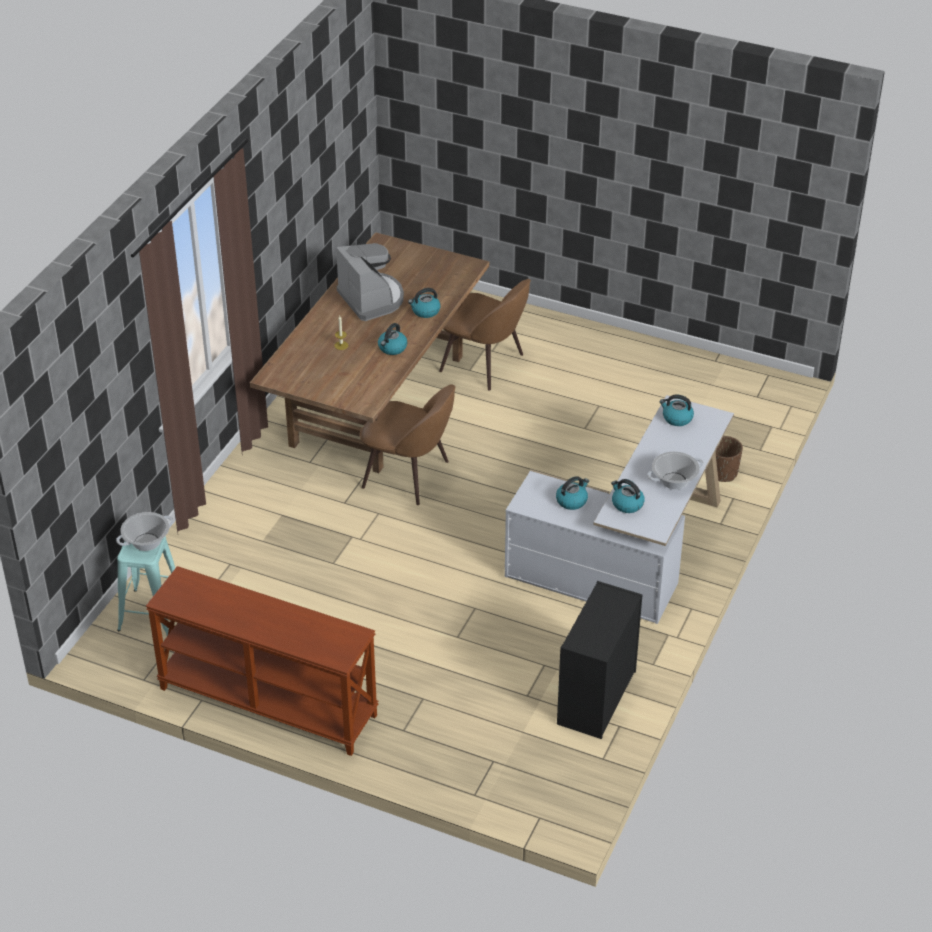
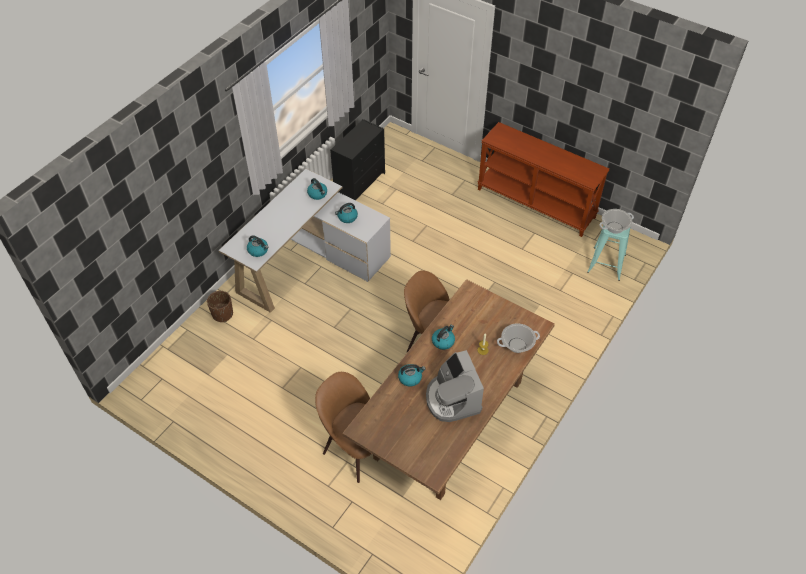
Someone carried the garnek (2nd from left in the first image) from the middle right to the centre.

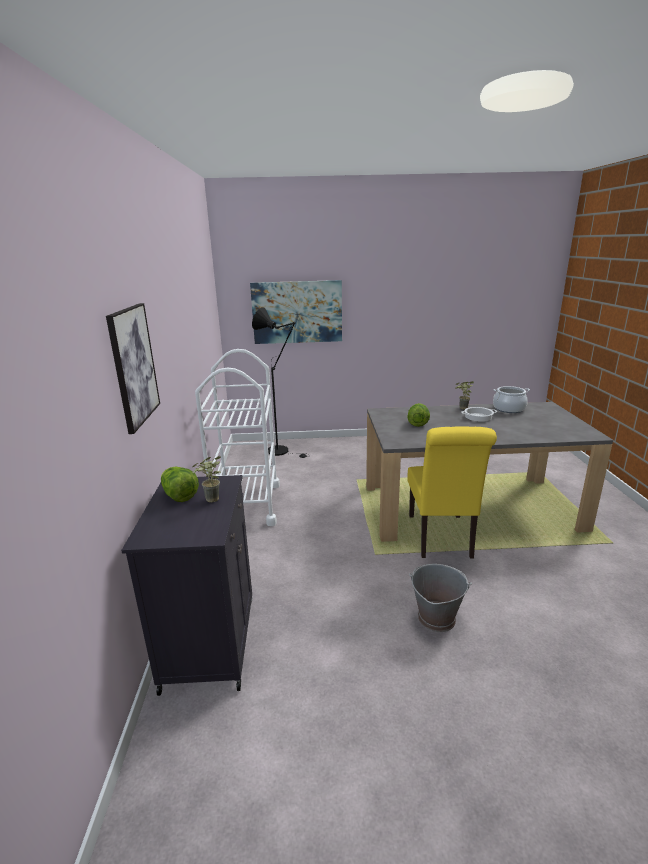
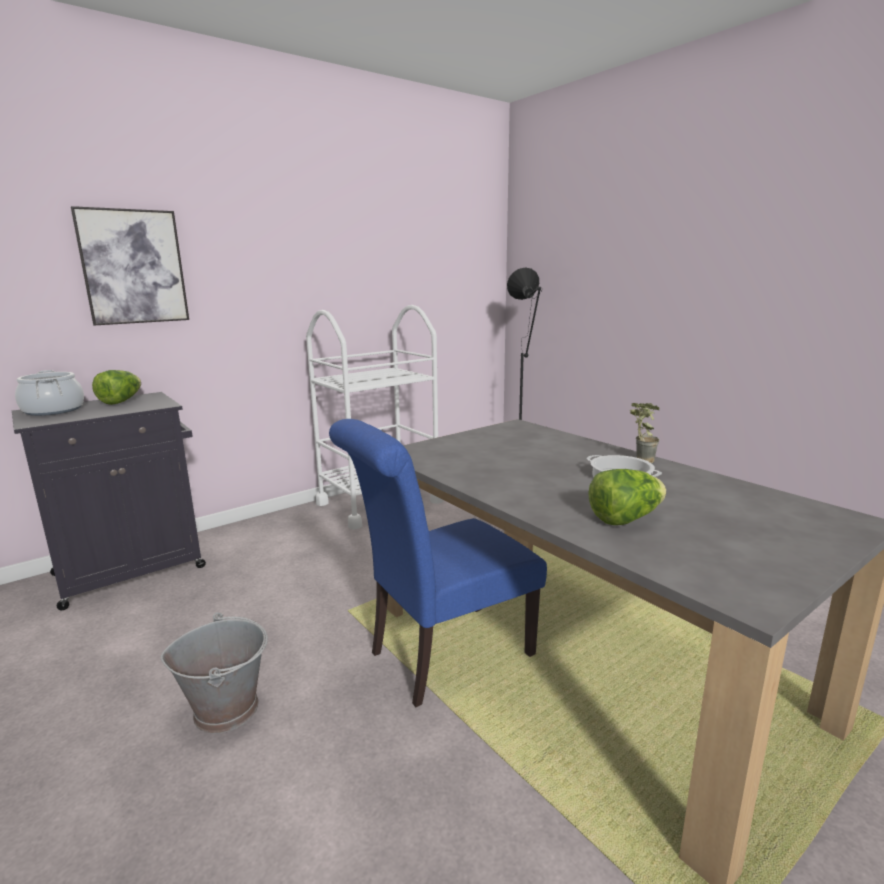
Someone took away the roślina doniczkowa (1st from left) at the middle left. Someone took away the obraz (2nd from left) at the centre. Someone carried the sałata (2nd from left) from the centre to the middle right. Someone carried the garnek (2nd from left in the first image) from the middle right to the middle left. Someone repainted the krzesło (żółty) at the middle right, which became the krzesło (niebieski) at the centre.

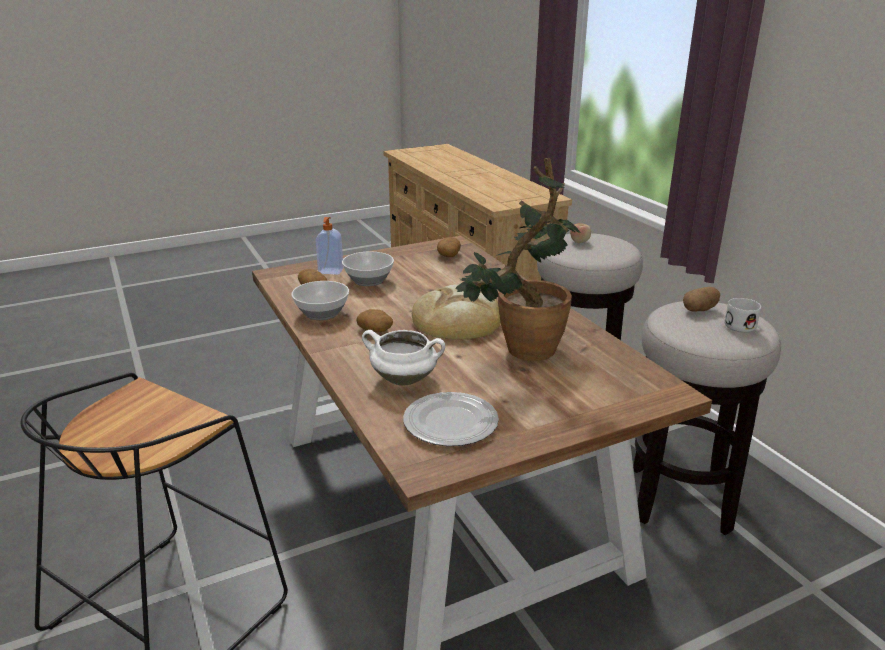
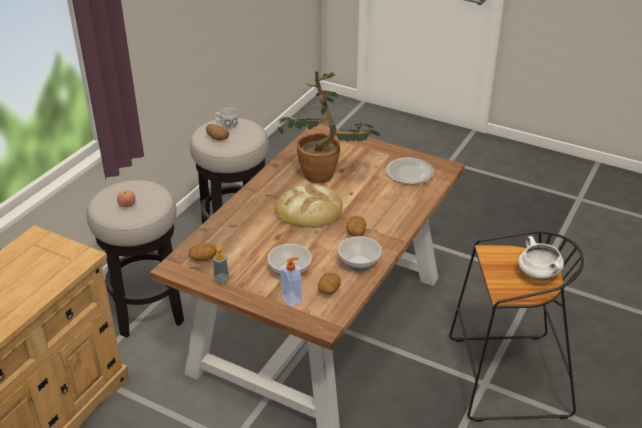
Someone put down the dozownik mydła (1st from left) at the centre. Someone carried the garnek (biały) from the centre to the middle right.

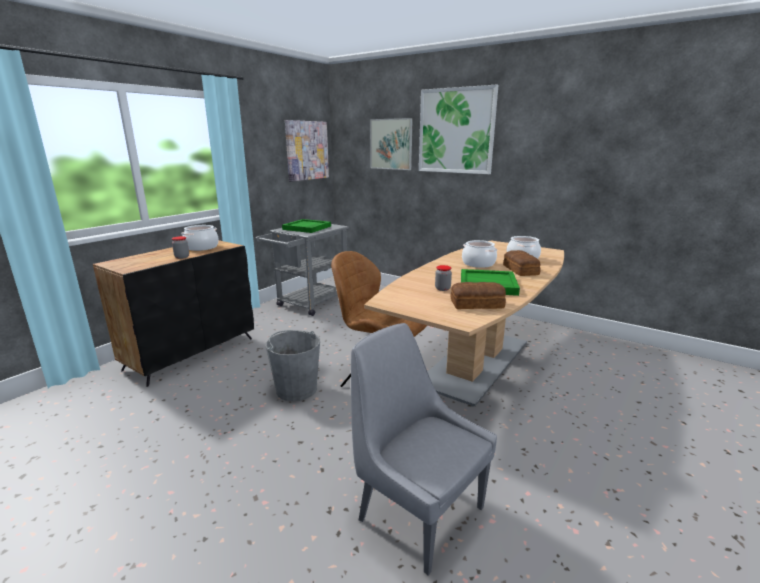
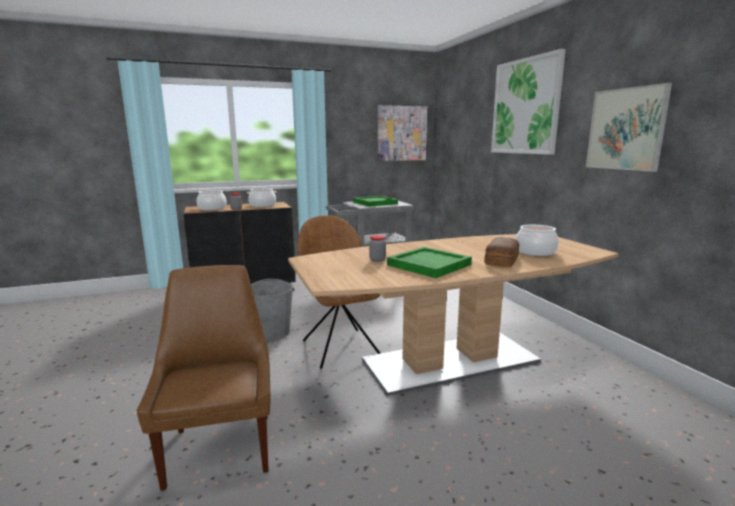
Someone took away the chleb (1st from left) at the centre. Someone carried the obraz (2nd from left in the first image) from the top centre to the top right. Someone carried the garnek (2nd from left in the first image) from the centre to the middle left. Someone repainted the krzesło (szary) at the bottom centre, which became the krzesło (brązowy) (1st from left) at the bottom left.

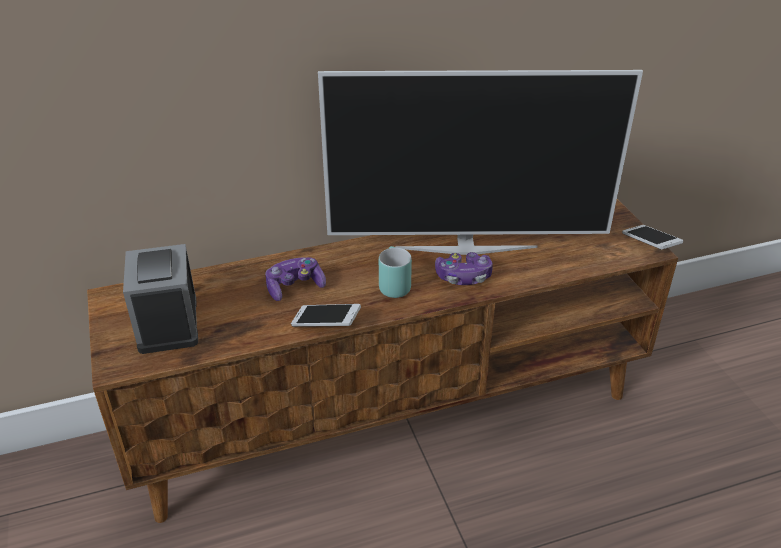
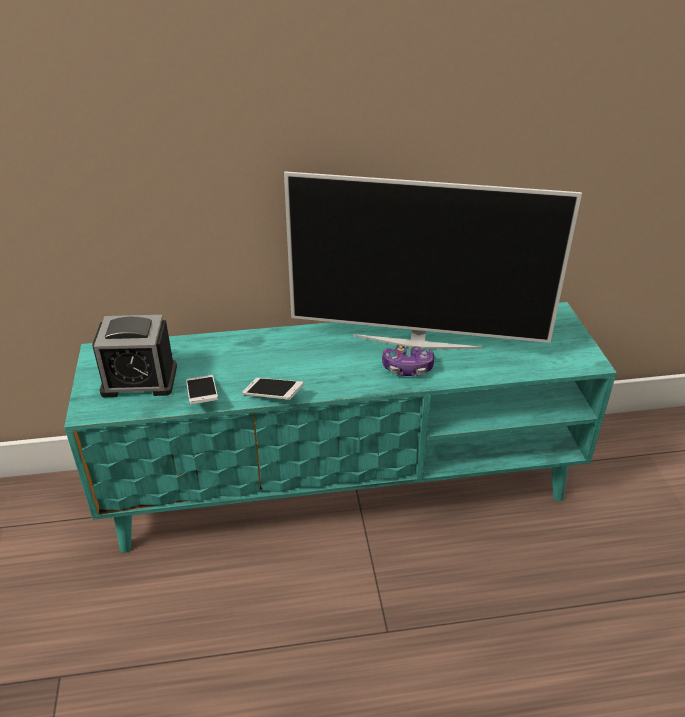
Someone took away the pad do gier (1st from left) at the centre. Someone took away the kubek (turkusowy) at the centre. Someone carried the telefon (2nd from left in the first image) from the middle right to the middle left. Someone repainted the szafka pod telewizor (brązowy) at the centre, which became the szafka pod telewizor (turkusowy) at the centre. Someone rotated the budzik at the middle left by 90 degrees counterclockwise.

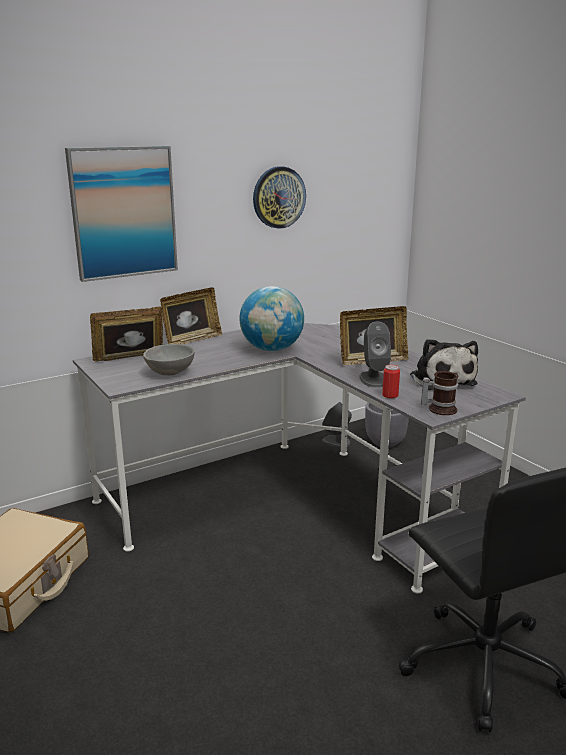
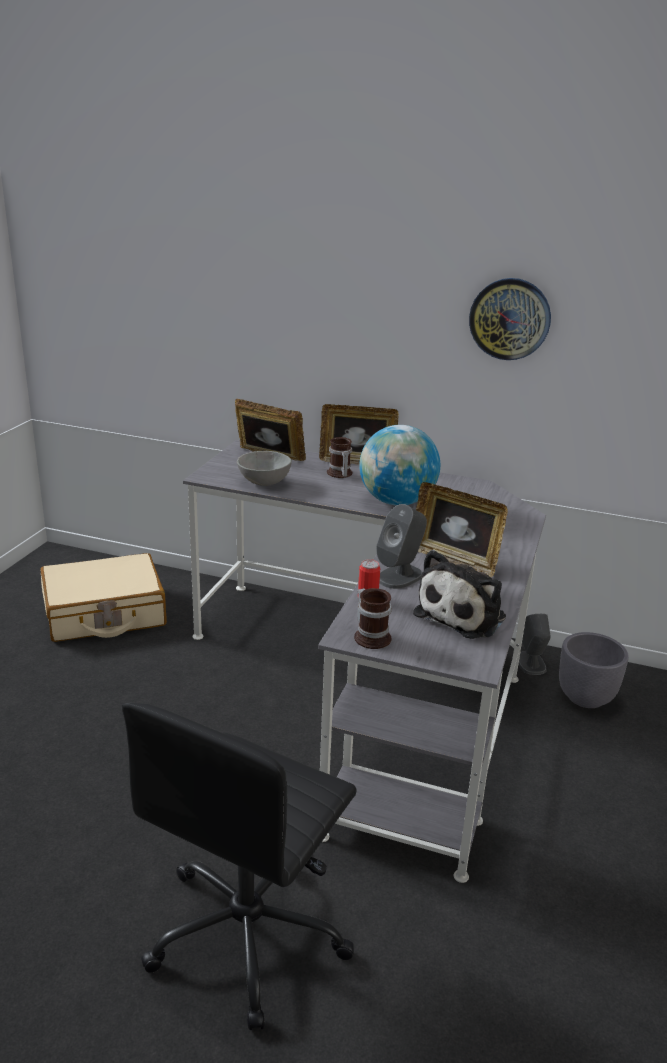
Someone took away the obraz at the top left. Someone put down the kubek (1st from left) at the centre.

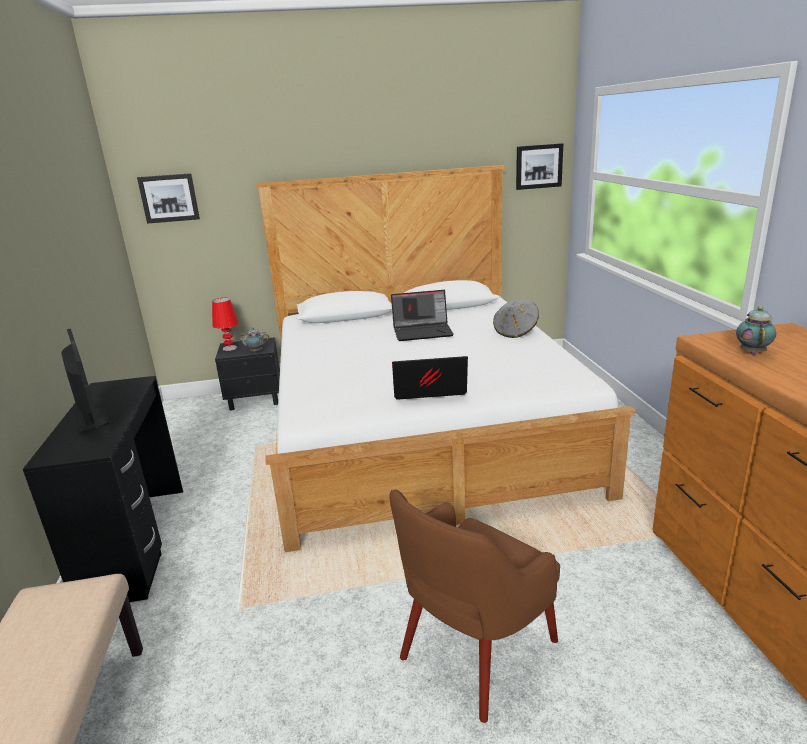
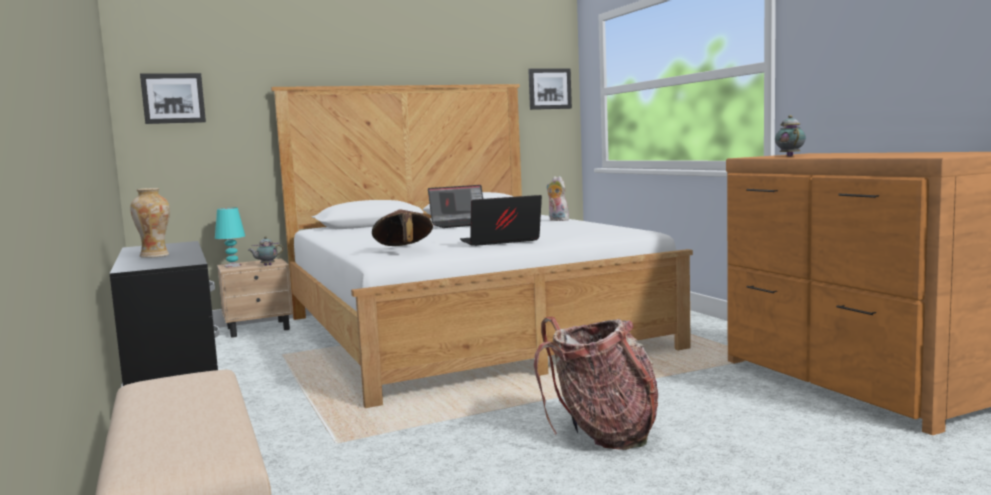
Someone put down the kapelusz (brązowy) at the centre. Someone swapped the monitor at the middle left for the wazon at the middle left. Someone swapped the fotel (brązowy) at the bottom centre for the plecak at the bottom centre. Someone swapped the kapelusz (szary) at the centre for the pluszak at the centre. Someone repainted the lampa stołowa (czerwony) at the middle left, which became the lampa stołowa (turkusowy) at the middle left. Someone repainted the szafka nocna (czarny) at the middle left, which became the szafka nocna (beżowy) at the middle left.

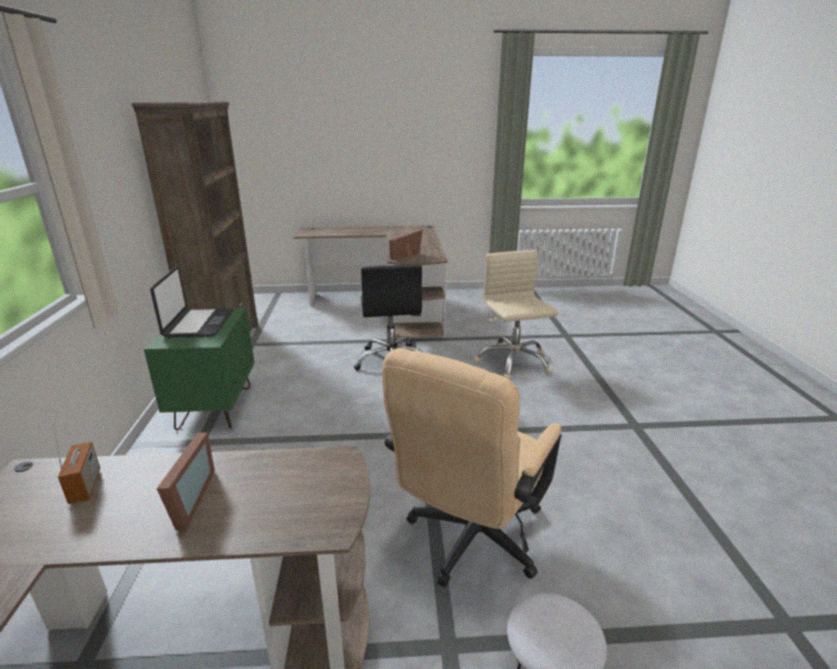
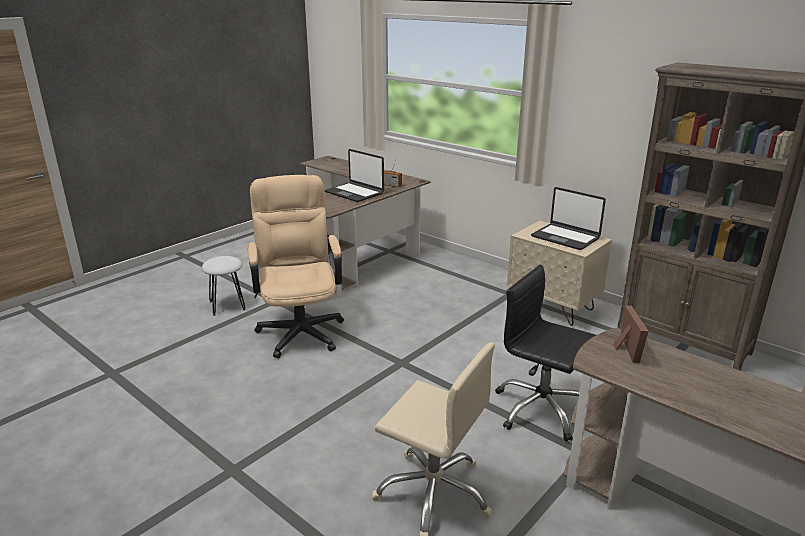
Someone swapped the ramka na zdjęcie (1st from left) at the bottom left for the laptop (1st from left) at the top centre. Someone repainted the szafka nocna (zielony) at the middle left, which became the szafka nocna (beżowy) at the middle right.

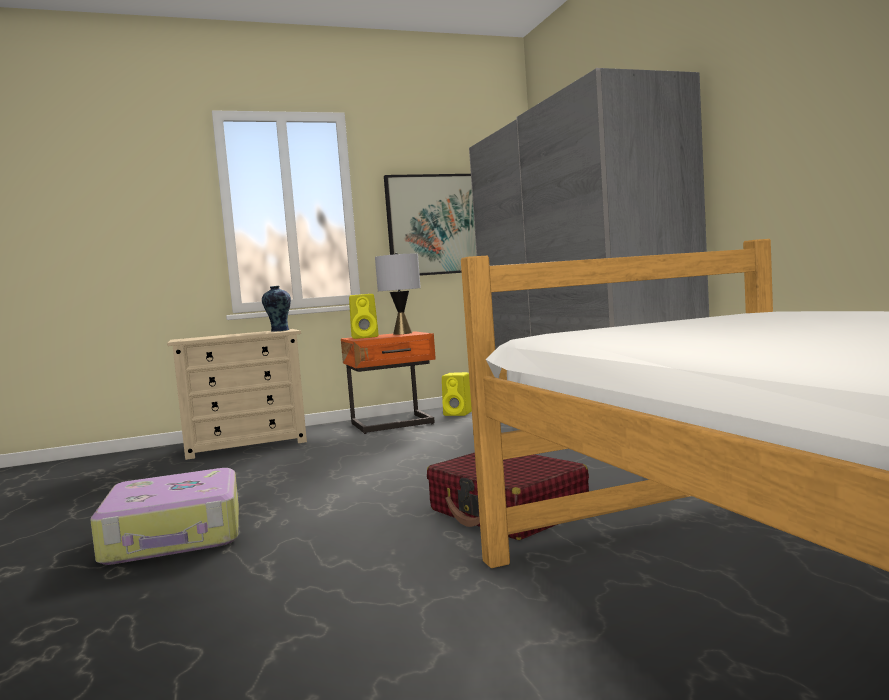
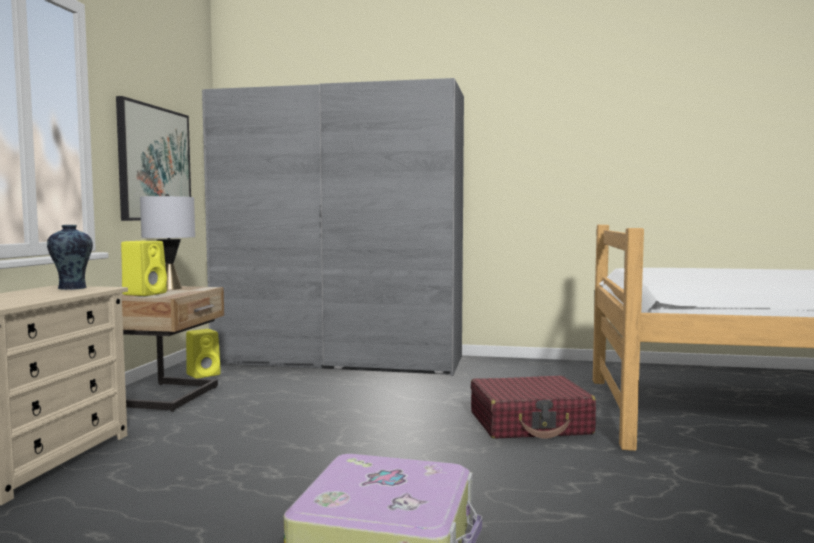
Someone repainted the szafka nocna (pomarańczowy) at the centre, which became the szafka nocna (beżowy) at the middle left.

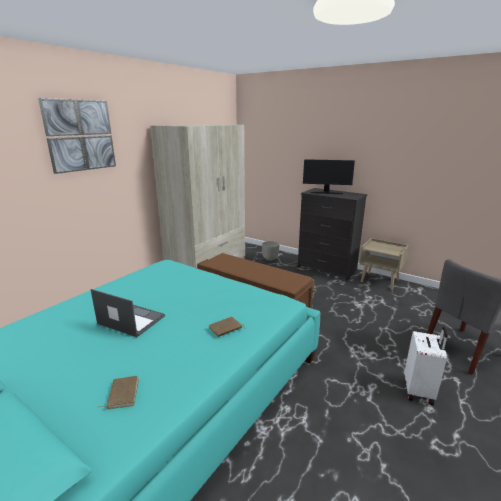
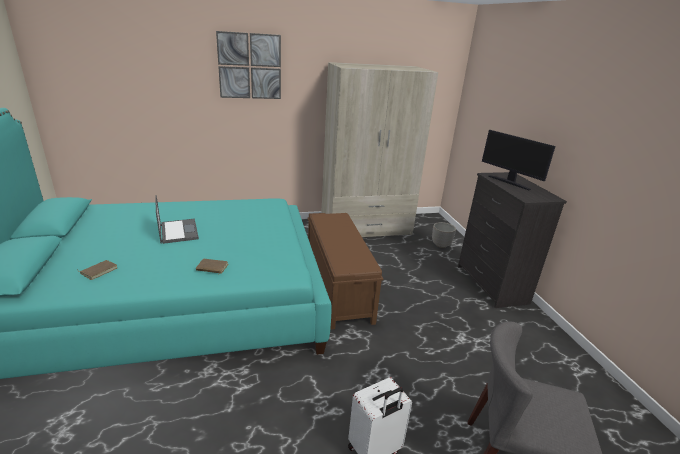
Someone took away the szafka nocna (beżowy) at the middle right.

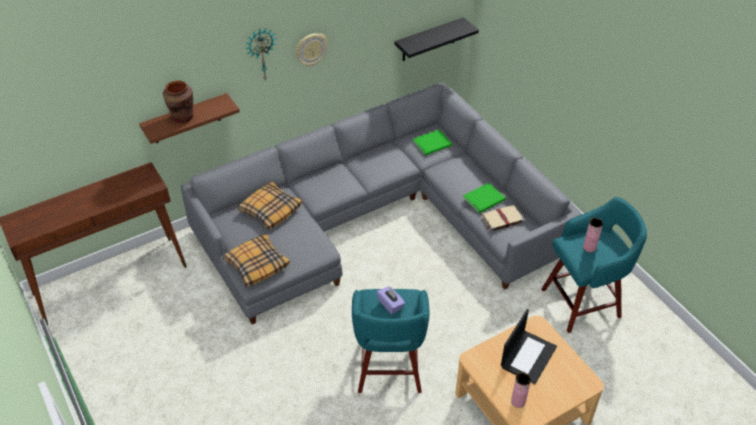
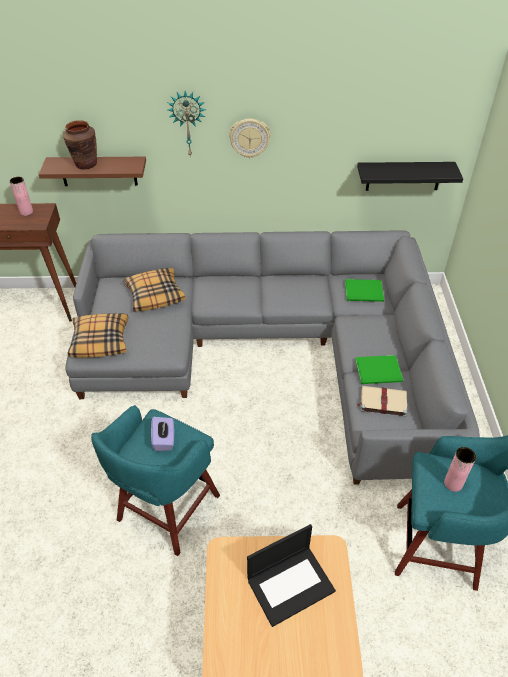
Someone carried the wazon (różowy) (1st from left) from the bottom right to the top left.

